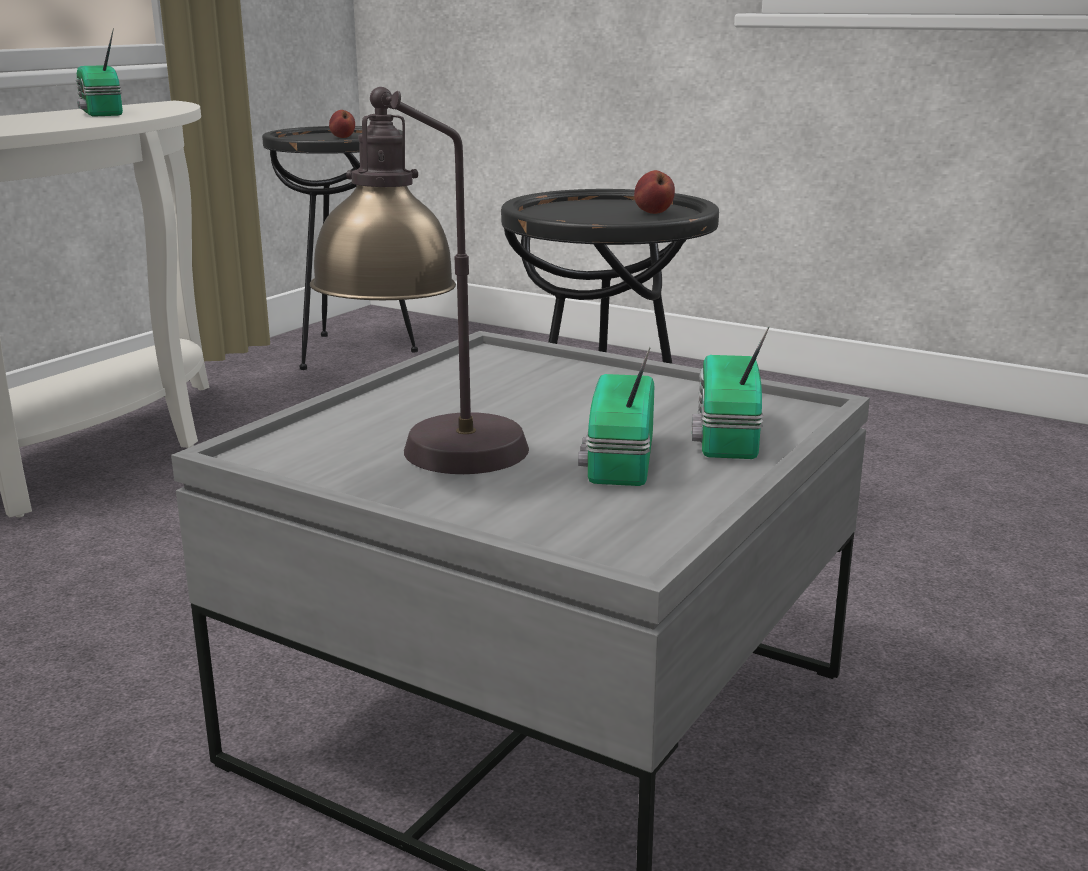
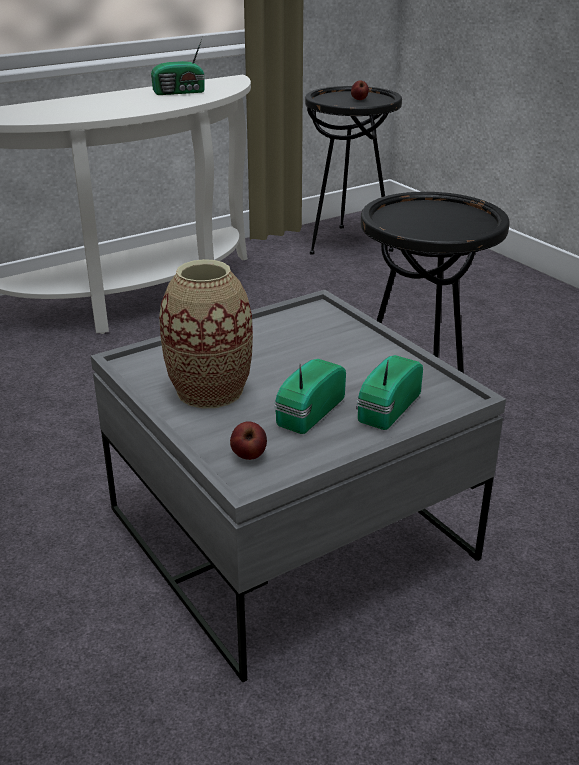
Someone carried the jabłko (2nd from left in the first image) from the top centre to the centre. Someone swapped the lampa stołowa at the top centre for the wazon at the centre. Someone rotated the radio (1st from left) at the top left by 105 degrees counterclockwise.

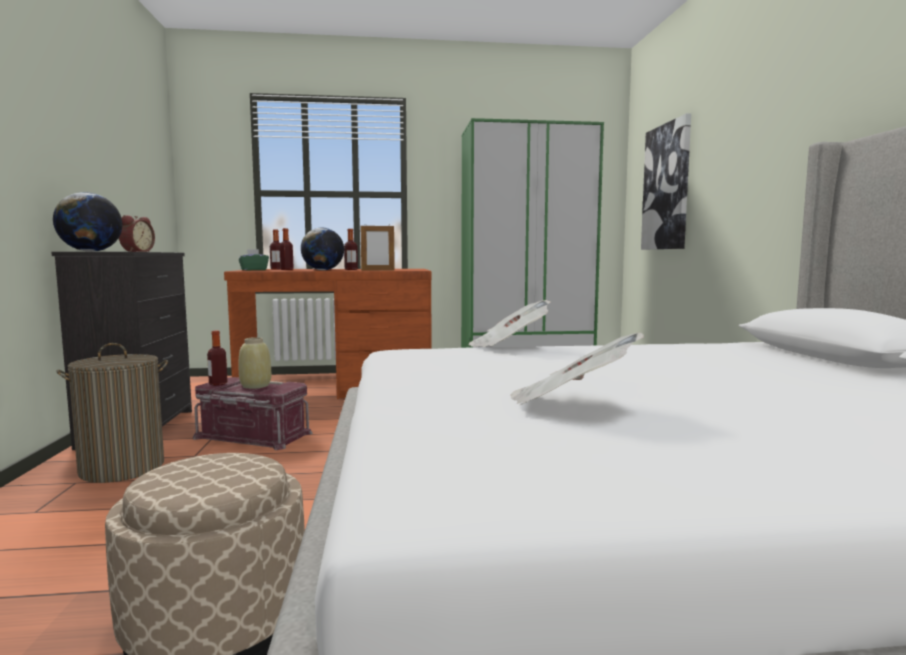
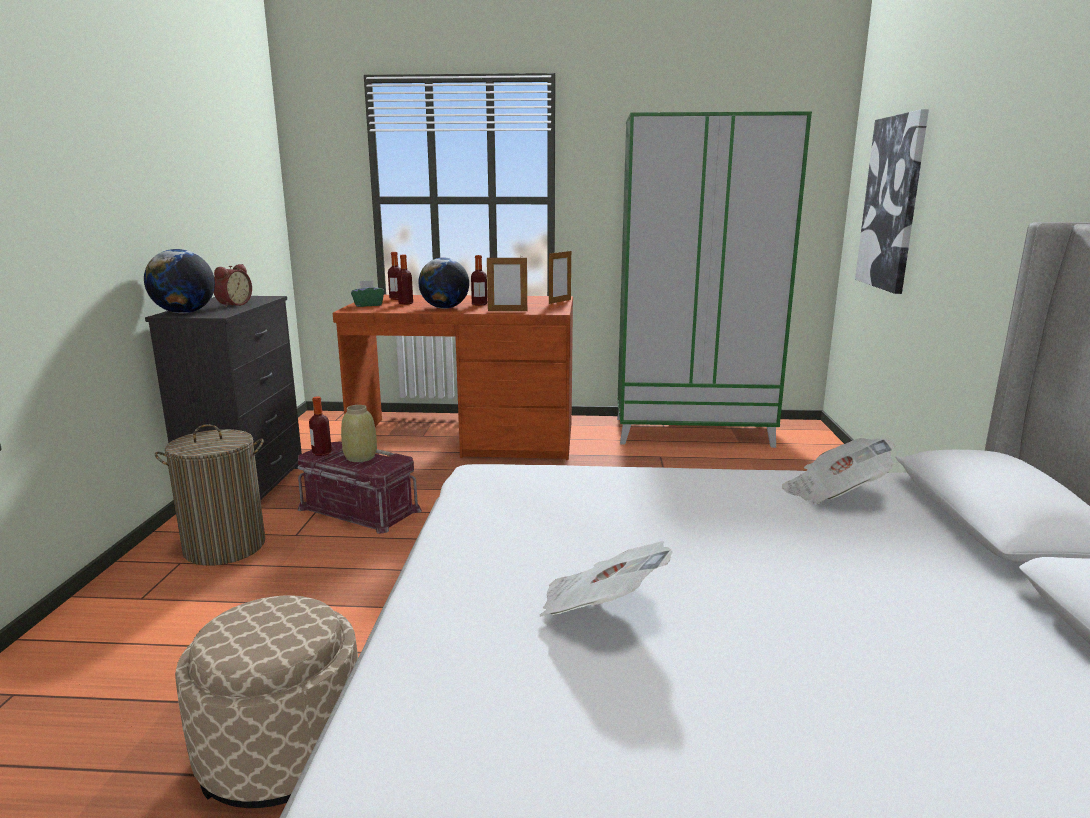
Someone put down the ramka na zdjęcie (2nd from left) at the centre. Someone carried the gazeta (1st from left in the first image) from the centre to the middle right.

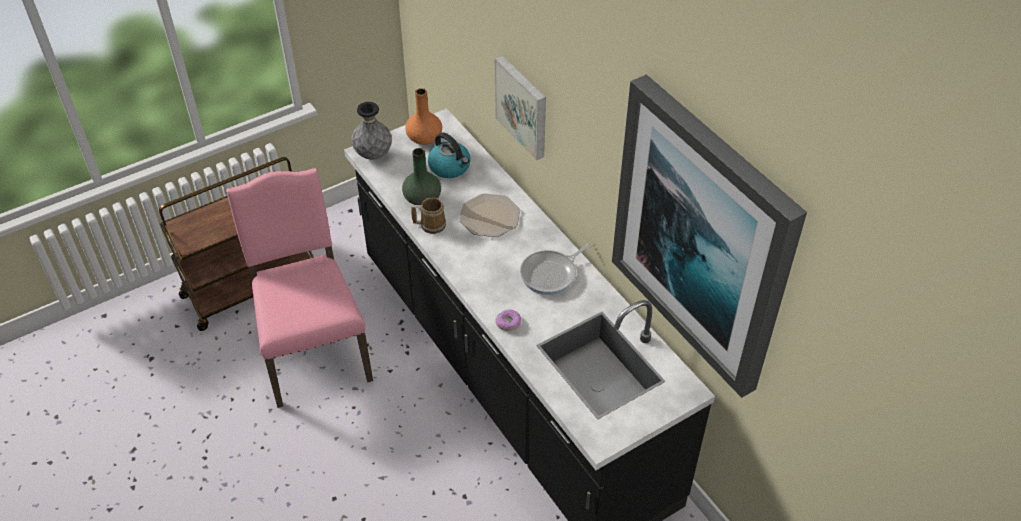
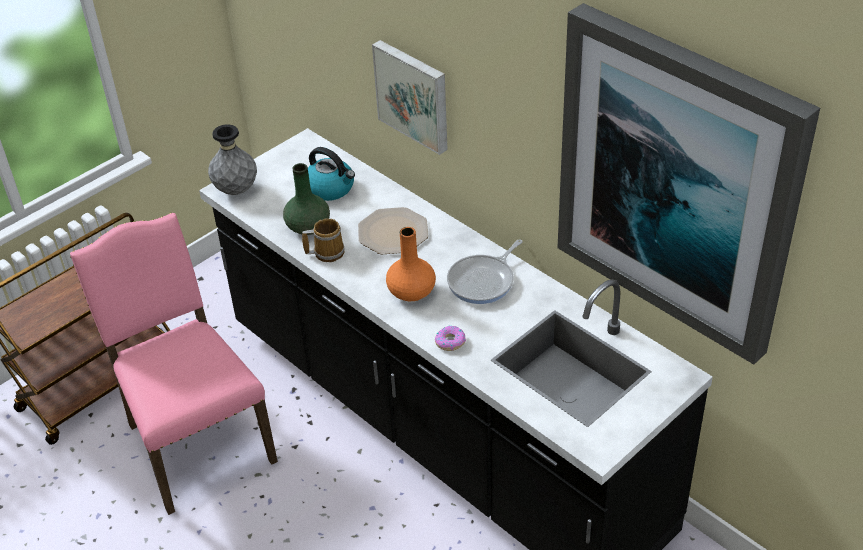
Someone carried the wazon (pomarańczowy) from the top centre to the centre.

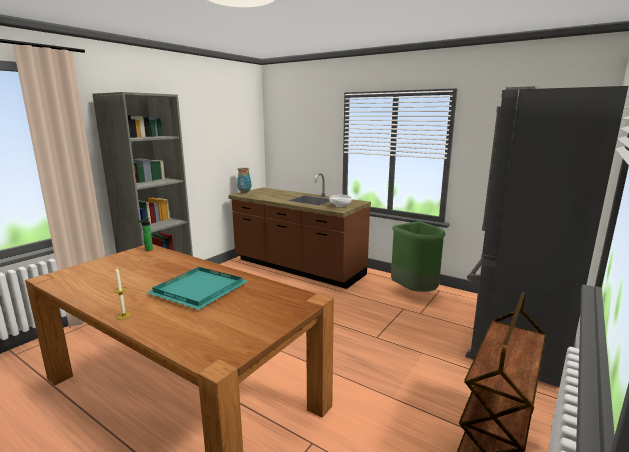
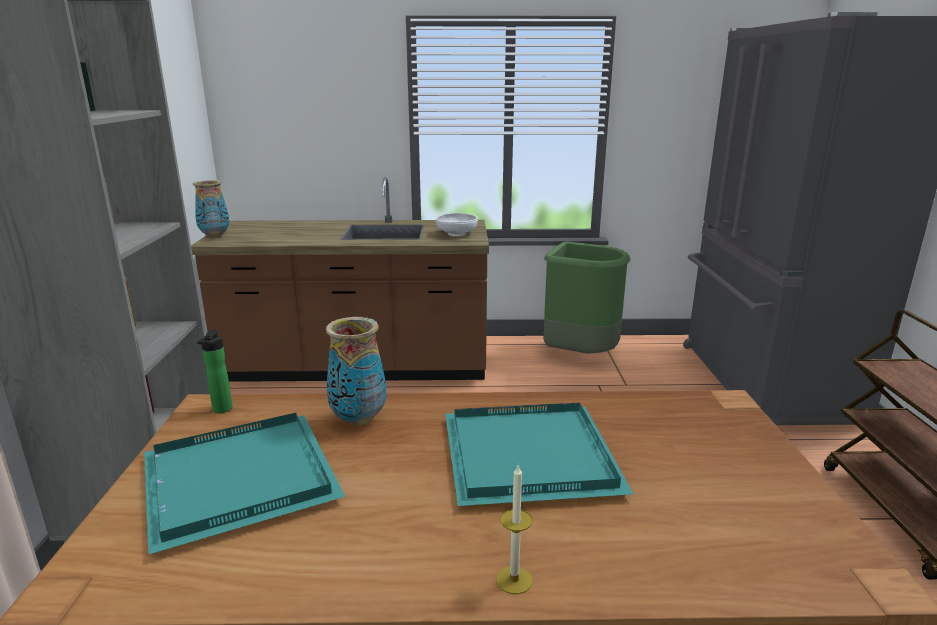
Someone put down the taca (turkusowy) (1st from left) at the bottom left. Someone put down the wazon (2nd from left) at the centre.

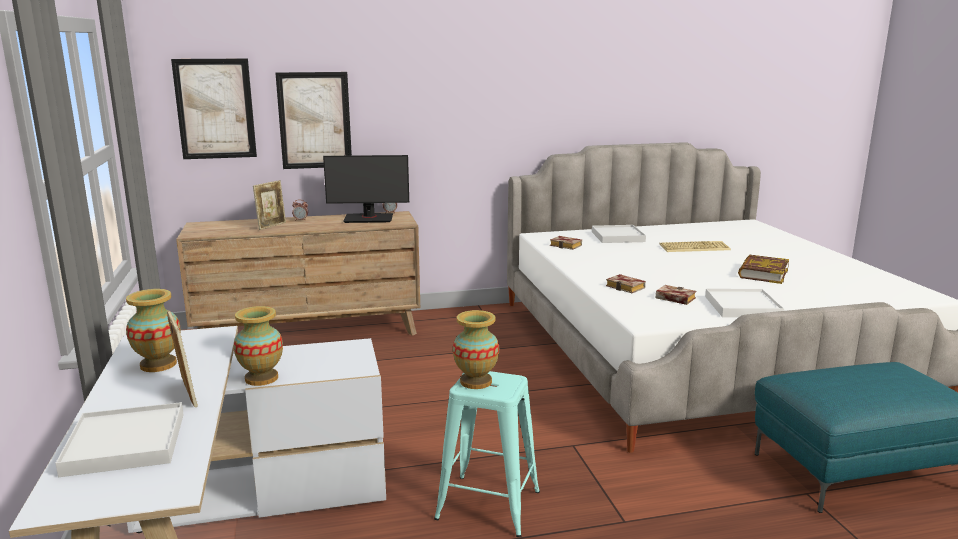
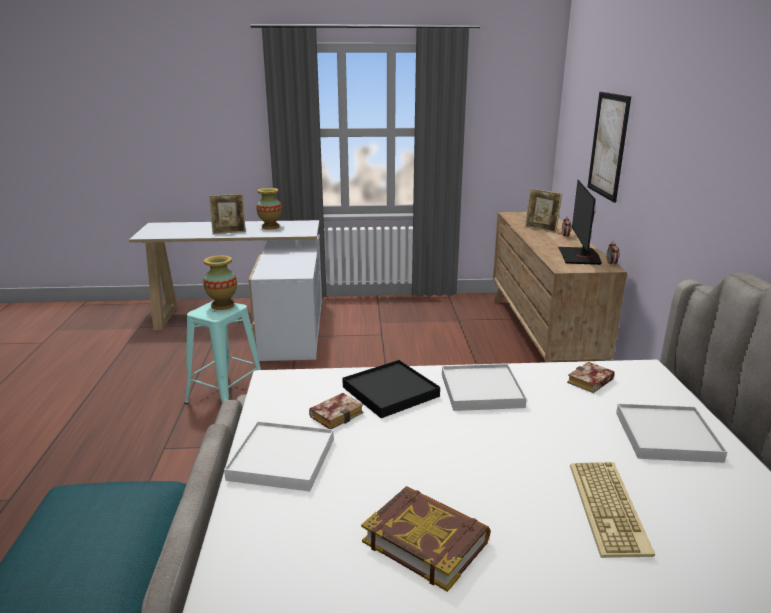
Someone took away the obraz (1st from left) at the top left. Someone took away the wazon (2nd from left) at the middle left. Someone carried the taca (biały) (1st from left in the first image) from the bottom left to the centre. Someone swapped the książka (2nd from left) at the centre for the taca (czarny) at the centre.

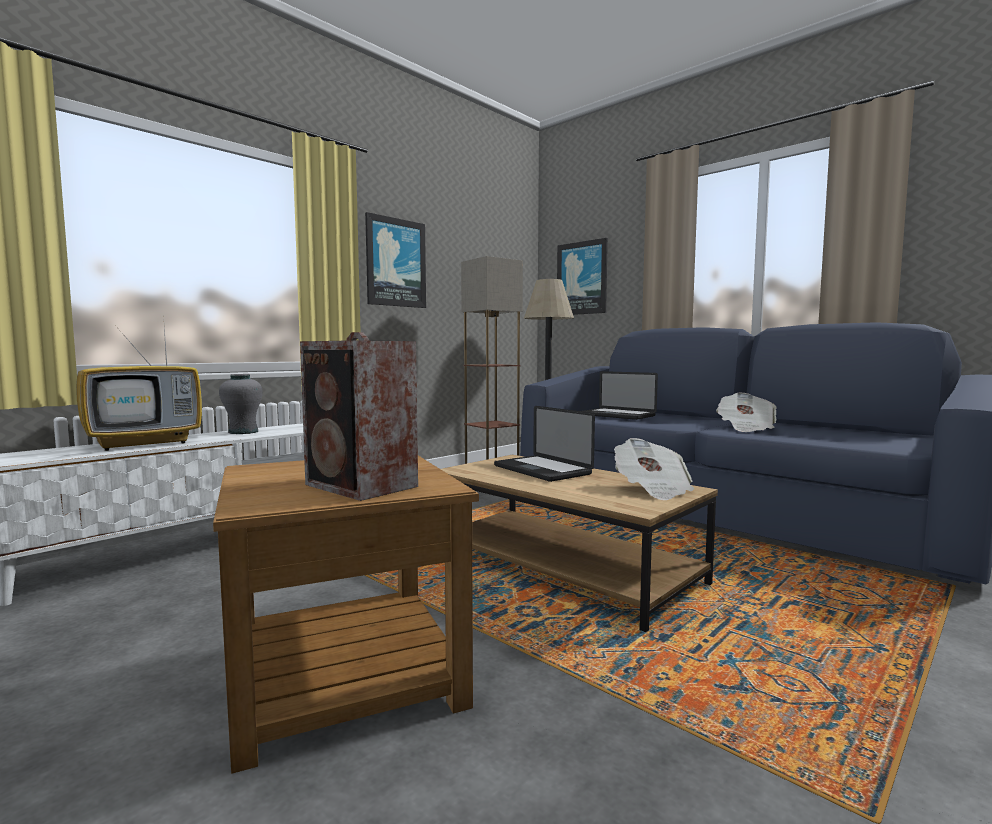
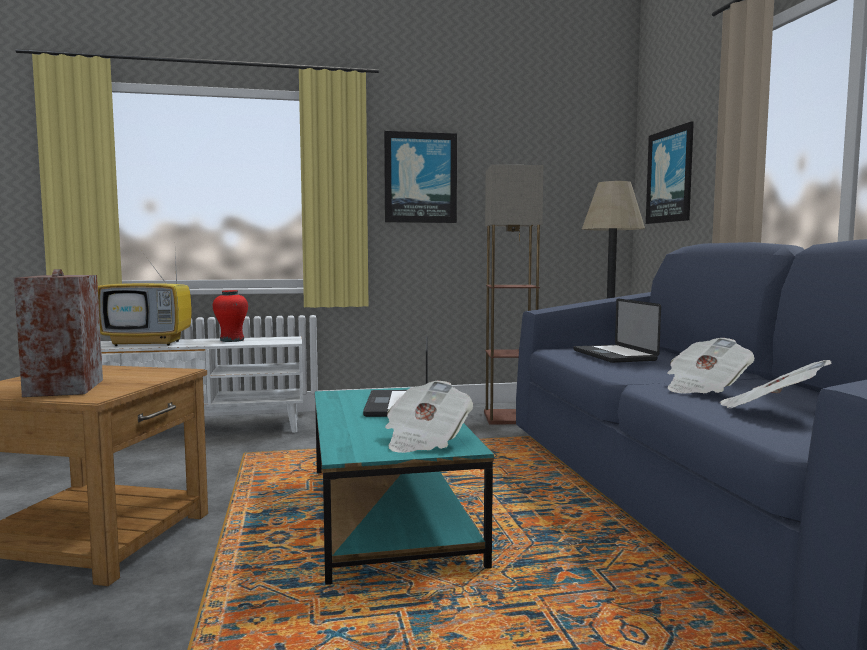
Someone put down the gazeta (3rd from left) at the middle right. Someone repainted the wazon (szary) at the middle left, which became the wazon (czerwony) at the middle left. Someone repainted the ława (brązowy) at the centre, which became the ława (turkusowy) at the bottom centre.

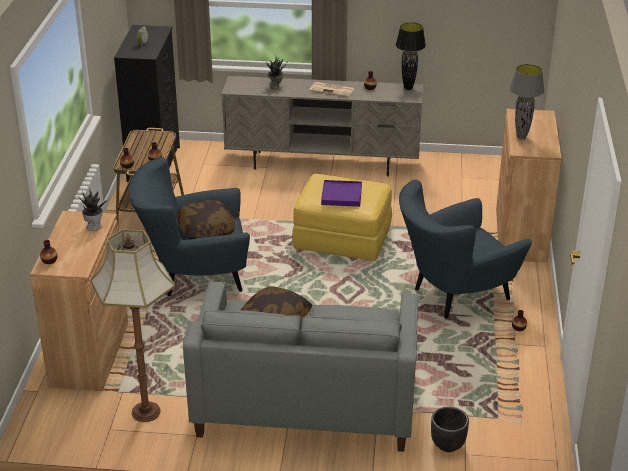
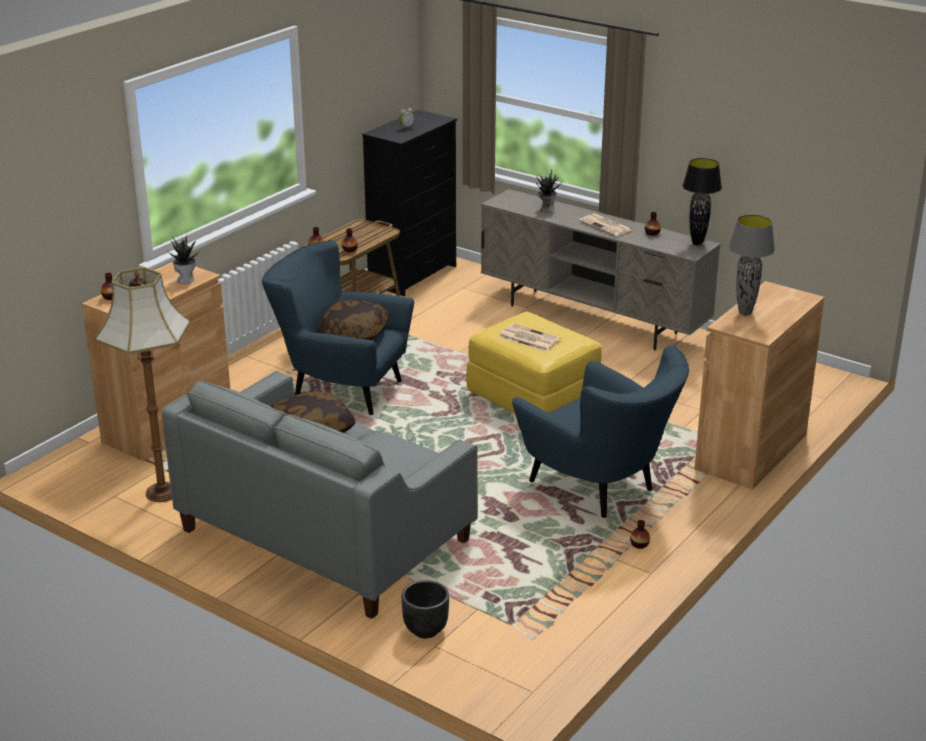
Someone swapped the taca (fioletowy) at the centre for the gazeta (1st from left) at the centre. Someone rotated the fotel (niebieski) (2nd from left) at the middle right by 135 degrees counterclockwise.

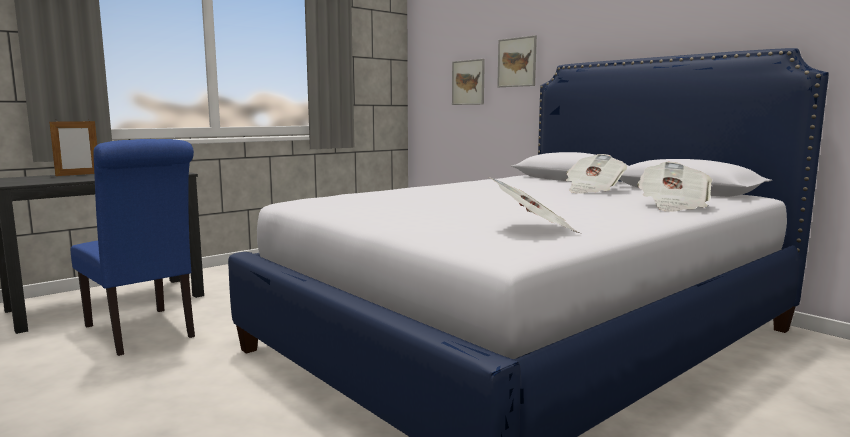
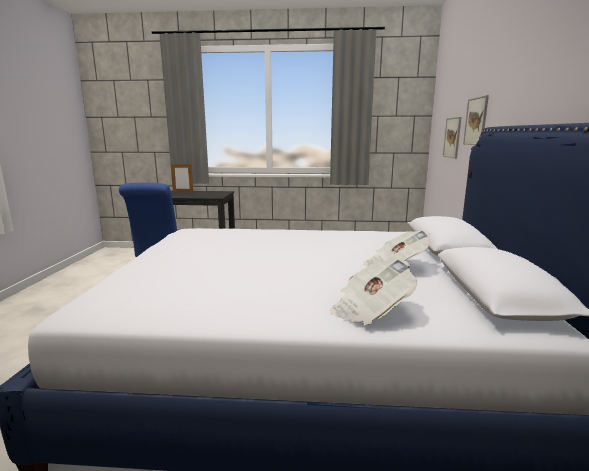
Someone took away the gazeta (1st from left) at the centre.

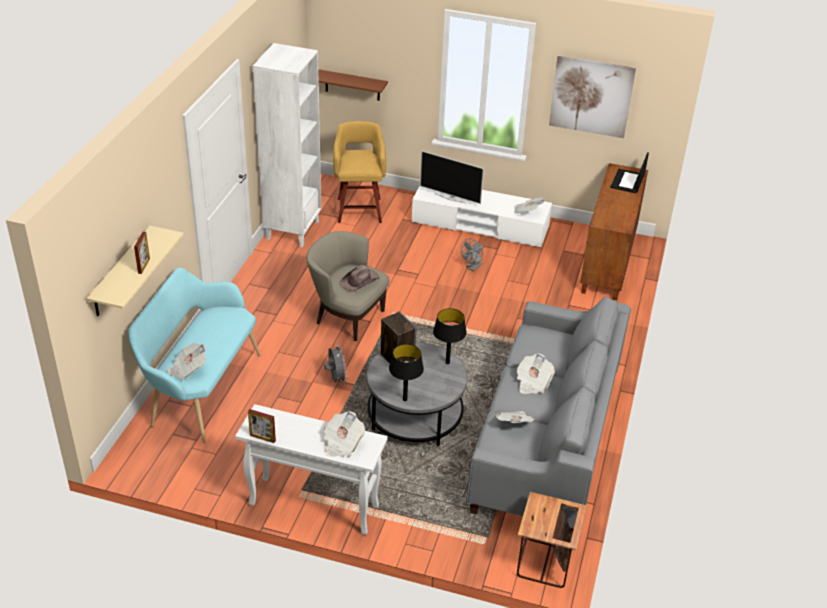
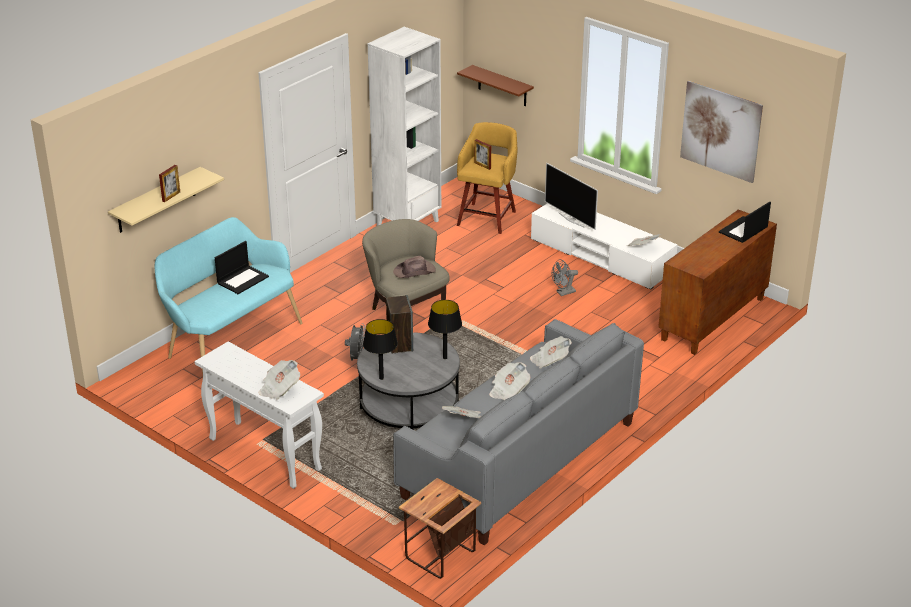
Someone put down the laptop (1st from left) at the middle left. Someone carried the gazeta (1st from left in the first image) from the middle left to the centre. Someone carried the ramka na zdjęcie (2nd from left) from the bottom left to the top centre.

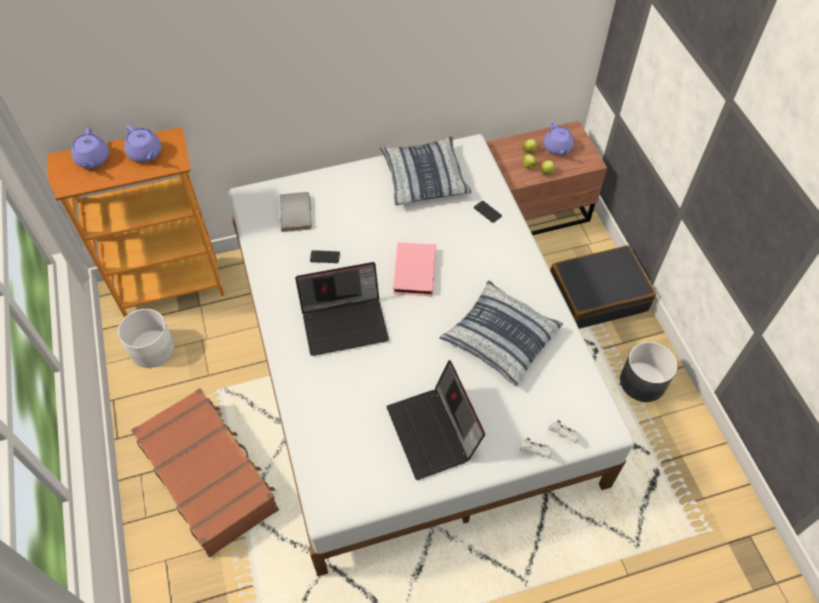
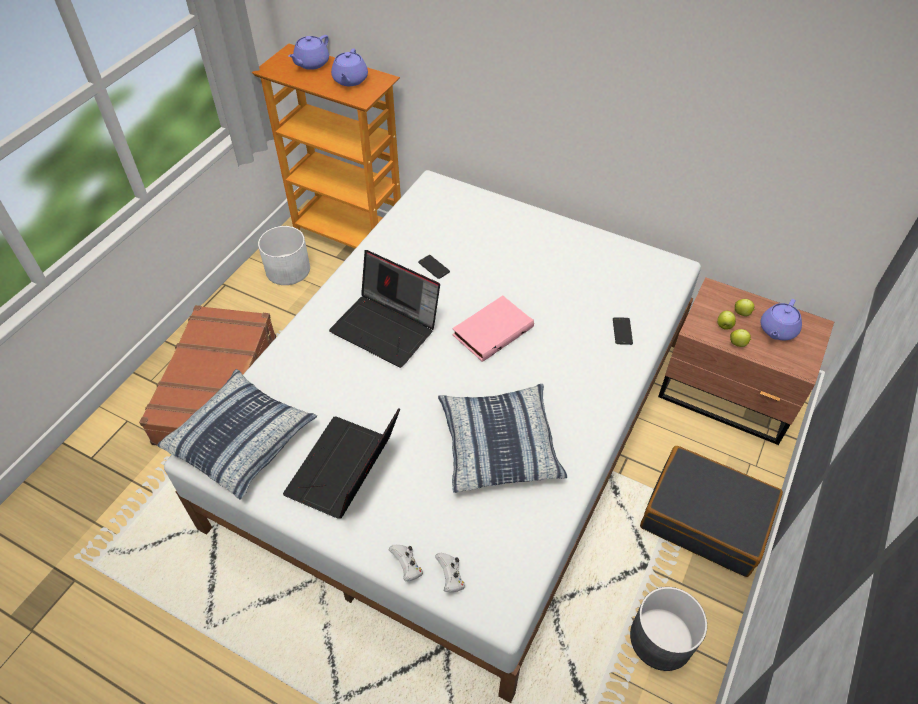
Someone took away the książka (szary) at the centre. Someone carried the poduszka (1st from left) from the top centre to the middle left.

